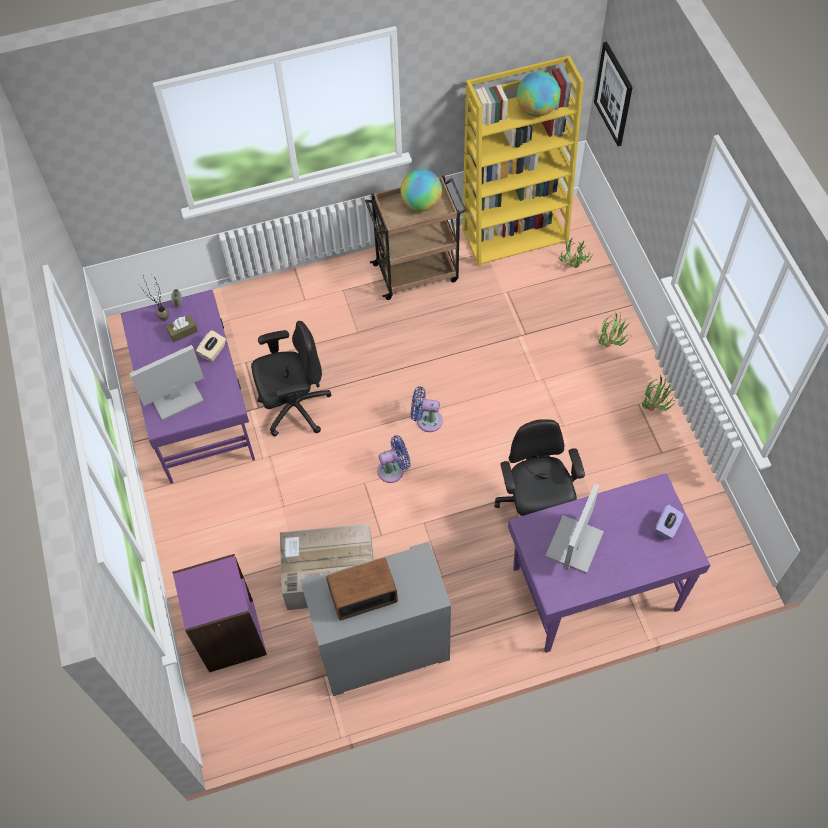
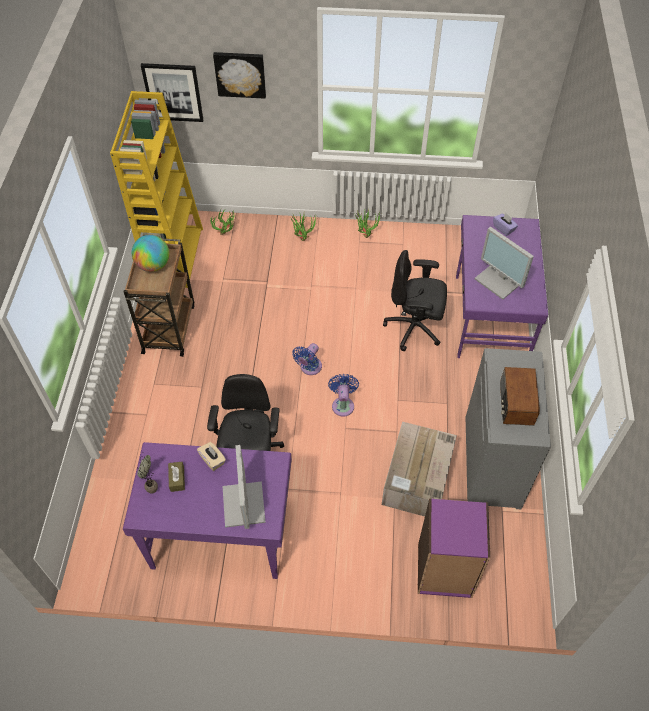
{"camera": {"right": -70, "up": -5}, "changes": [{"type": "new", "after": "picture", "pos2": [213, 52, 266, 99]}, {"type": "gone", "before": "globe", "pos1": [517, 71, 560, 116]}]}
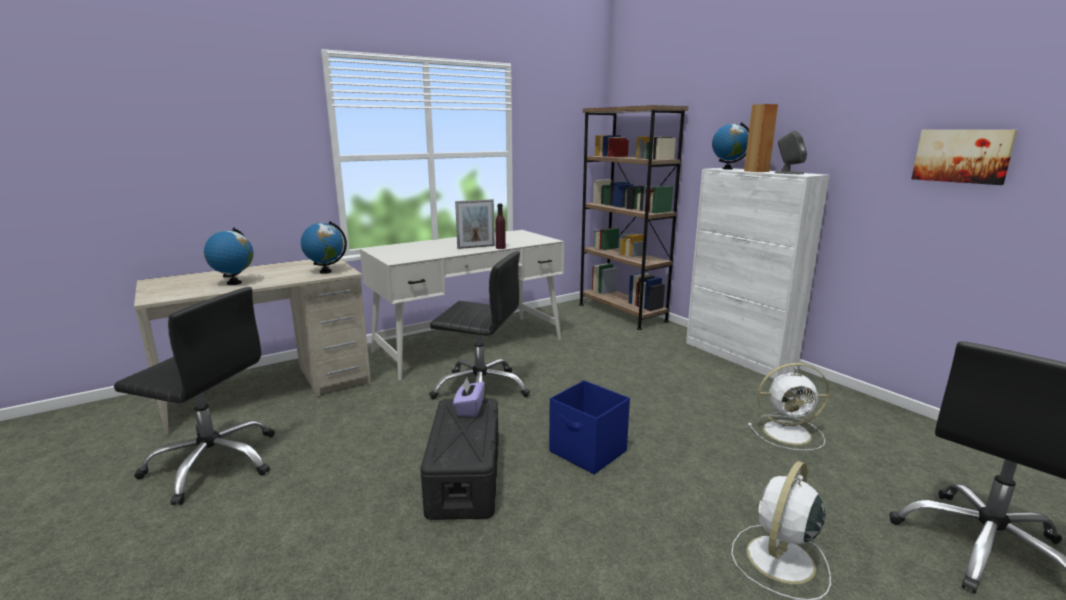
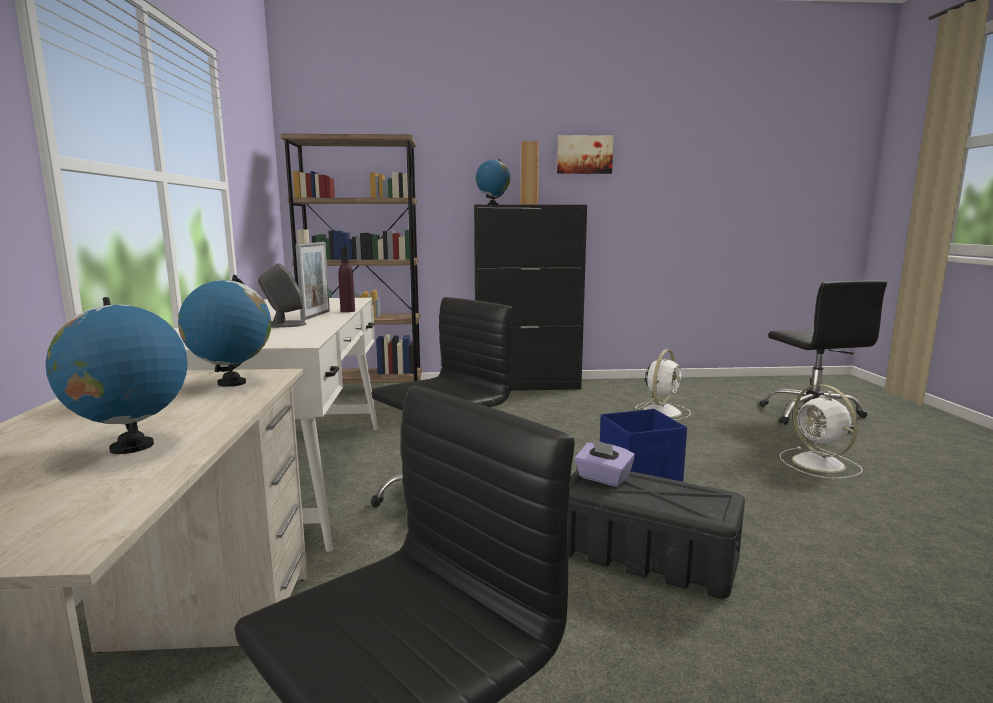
{"camera": {"right": -60, "up": -5}, "changes": [{"type": "shifted", "before": "grey speaker", "pos1": [775, 130, 807, 174], "pos2": [258, 263, 307, 328]}, {"type": "repainted", "before": "white cabinet", "after": "black cabinet", "pos1": [686, 168, 830, 379], "pos2": [474, 205, 587, 391]}, {"type": "shifted", "before": "picture", "pos1": [911, 130, 1018, 185], "pos2": [557, 135, 614, 174]}]}
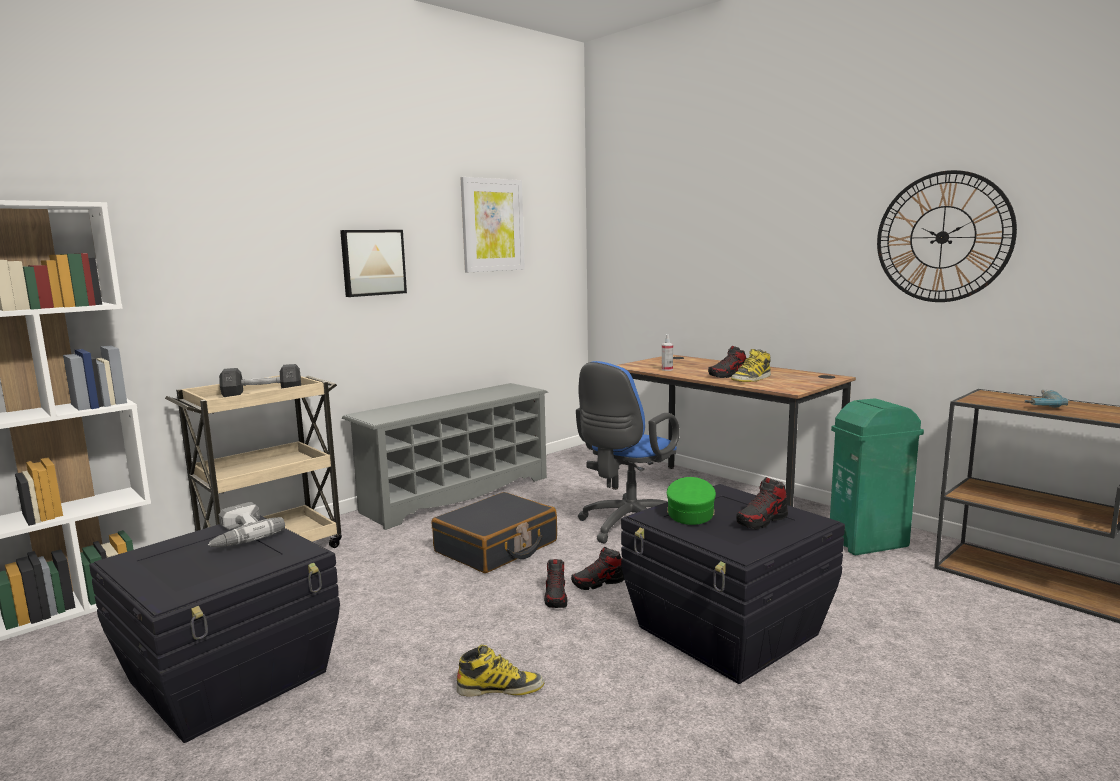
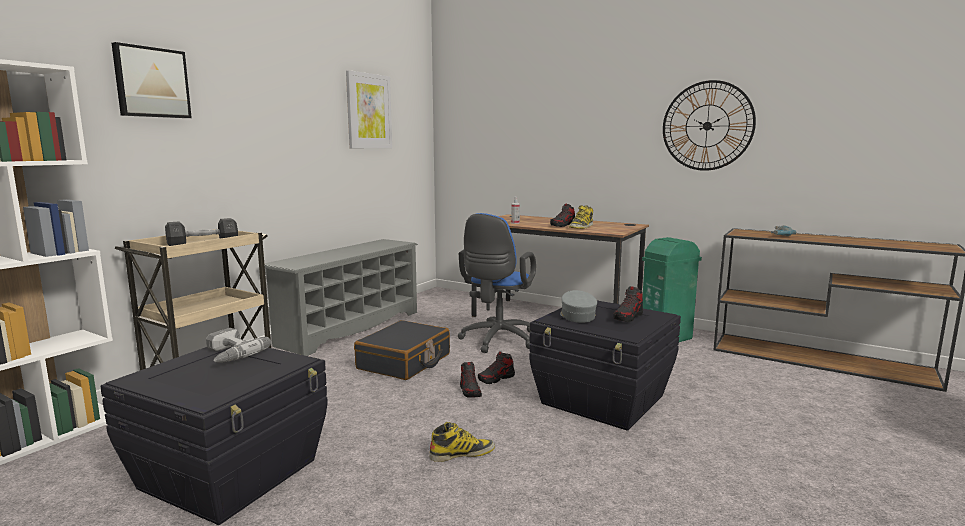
{"camera": {"right": -15, "up": 0}, "changes": [{"type": "shifted", "before": "picture", "pos1": [340, 230, 407, 297], "pos2": [112, 42, 192, 118]}, {"type": "repainted", "before": "green cap", "after": "grey cap", "pos1": [667, 477, 716, 525], "pos2": [560, 290, 597, 323]}]}
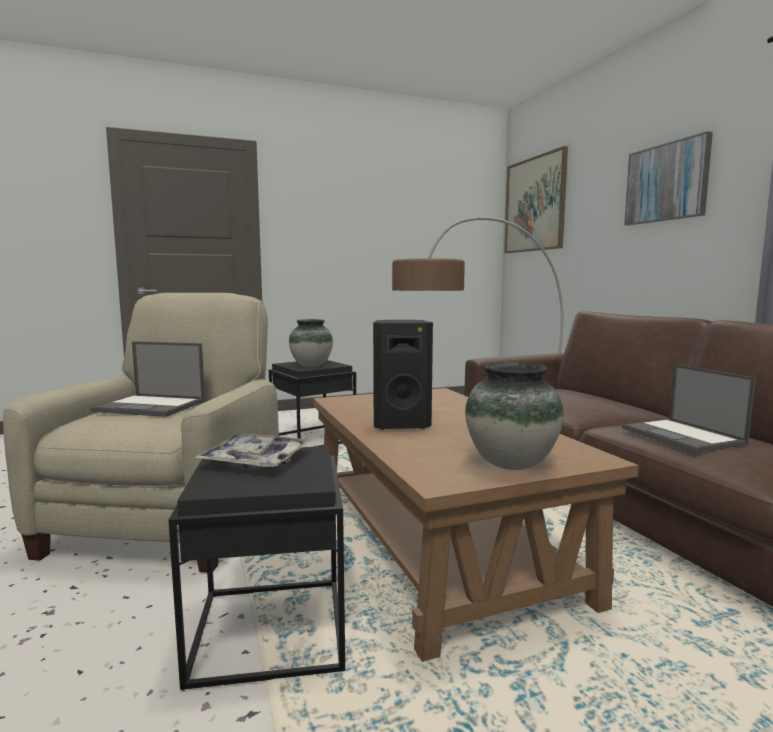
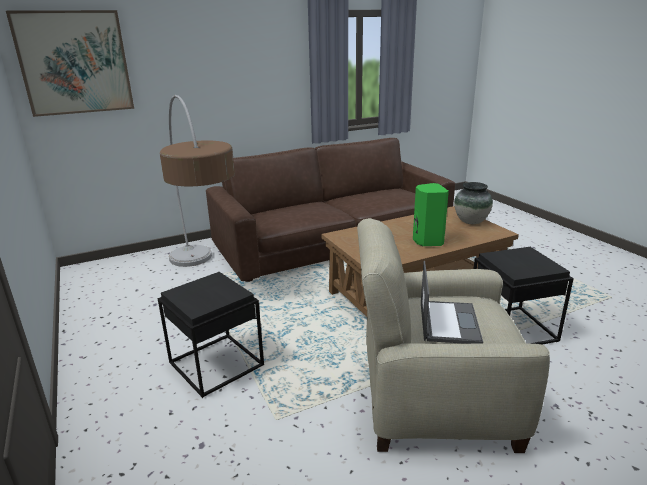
{"camera": {"right": -95, "up": 15}, "changes": [{"type": "repainted", "before": "black speaker", "after": "green speaker", "pos1": [373, 320, 433, 430], "pos2": [413, 183, 449, 246]}, {"type": "gone", "before": "tray", "pos1": [194, 434, 311, 467]}, {"type": "gone", "before": "vase", "pos1": [289, 319, 333, 367]}, {"type": "gone", "before": "laptop", "pos1": [622, 364, 756, 453]}, {"type": "gone", "before": "picture", "pos1": [624, 131, 713, 225]}]}
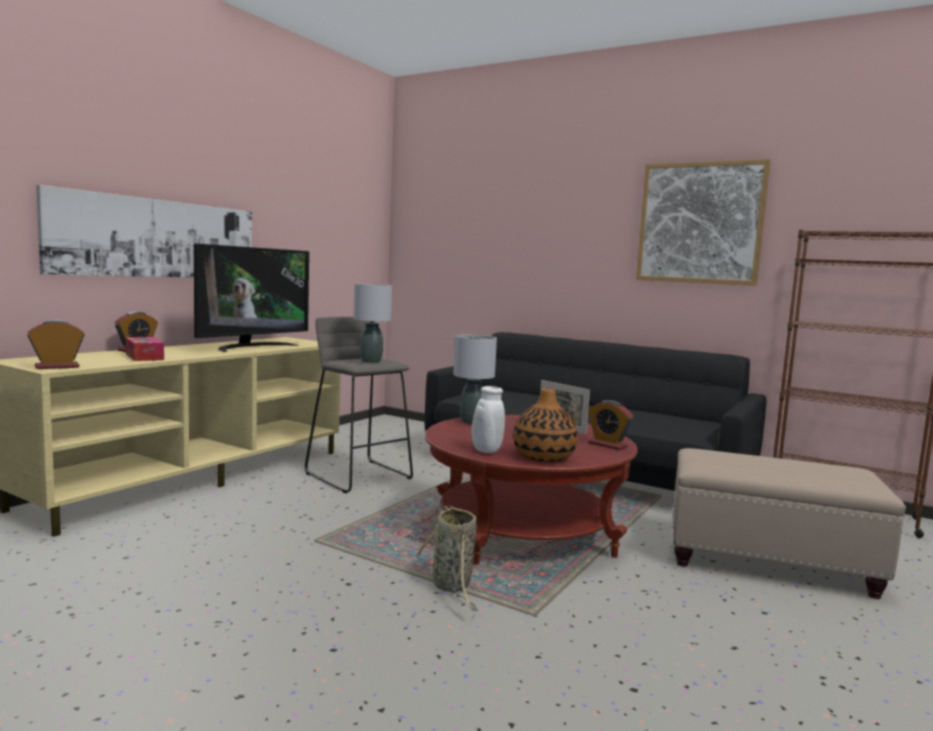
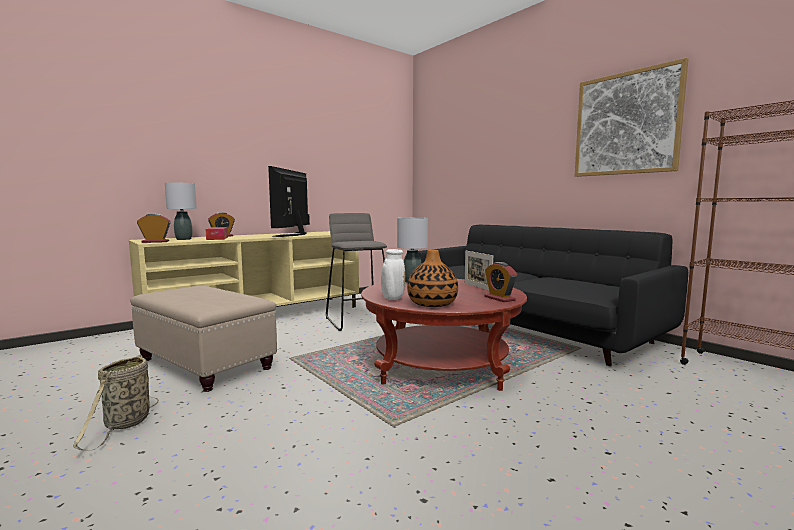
{"camera": {"right": 20, "up": 0}, "changes": [{"type": "shifted", "before": "basket", "pos1": [415, 505, 478, 611], "pos2": [73, 355, 159, 451]}, {"type": "shifted", "before": "beige ottoman", "pos1": [673, 448, 906, 599], "pos2": [130, 285, 277, 392]}, {"type": "shifted", "before": "grey table lamp", "pos1": [354, 284, 392, 363], "pos2": [165, 182, 197, 240]}, {"type": "rotated", "before": "television", "pos1": [194, 244, 309, 352], "pos2": [268, 166, 310, 237], "turn": 135}, {"type": "gone", "before": "picture", "pos1": [36, 185, 252, 278]}]}
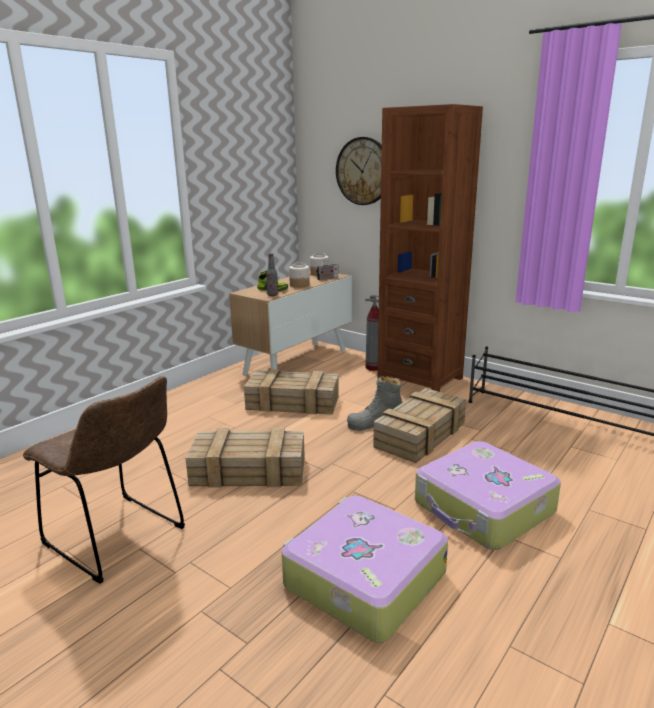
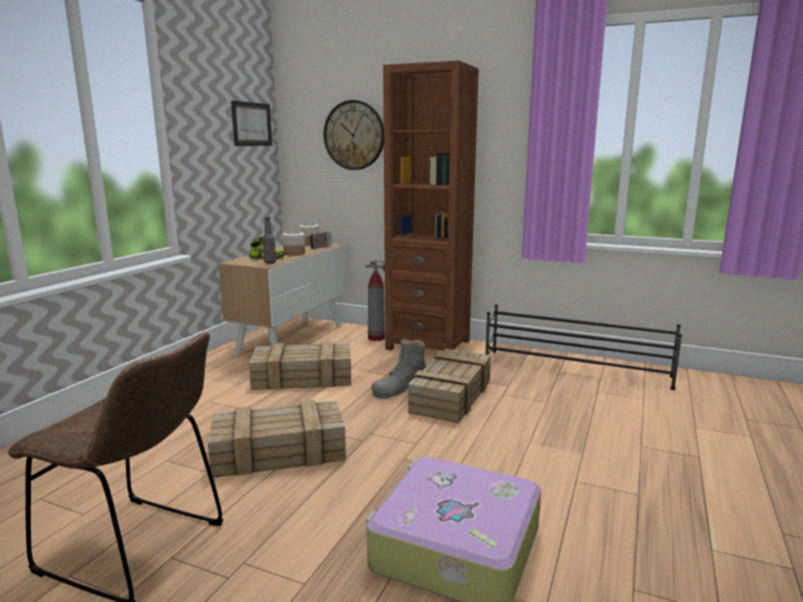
{"camera": {"right": -15, "up": -5}, "changes": [{"type": "new", "after": "picture", "pos2": [231, 101, 272, 146]}, {"type": "gone", "before": "suitcase", "pos1": [415, 441, 561, 550]}]}
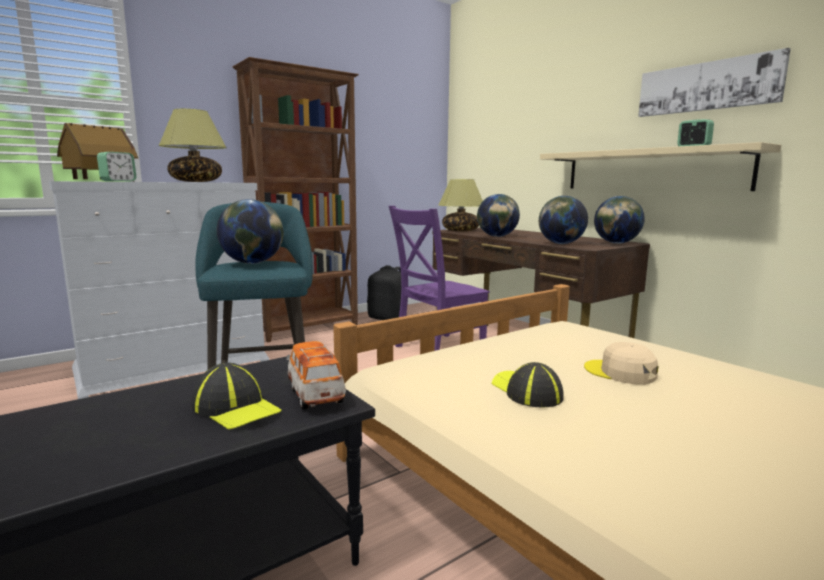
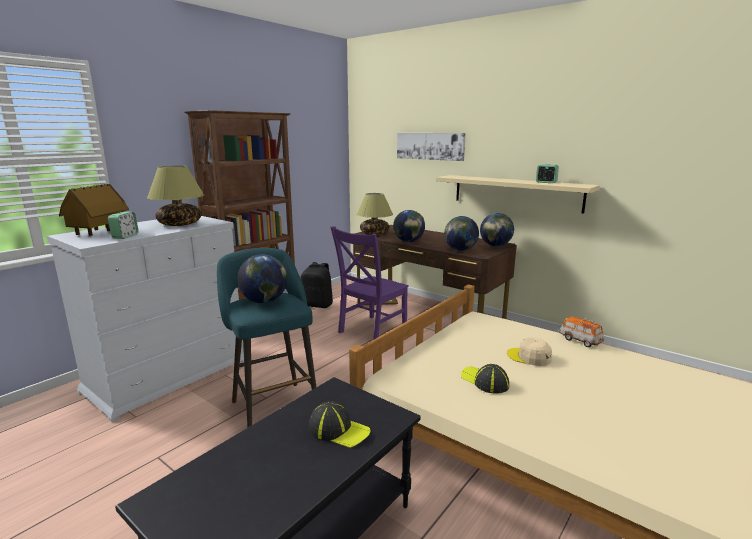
{"camera": {"right": -15, "up": 5}, "changes": [{"type": "shifted", "before": "picture", "pos1": [638, 48, 791, 117], "pos2": [397, 133, 466, 161]}, {"type": "shifted", "before": "toy car", "pos1": [286, 341, 346, 410], "pos2": [559, 317, 604, 347]}]}
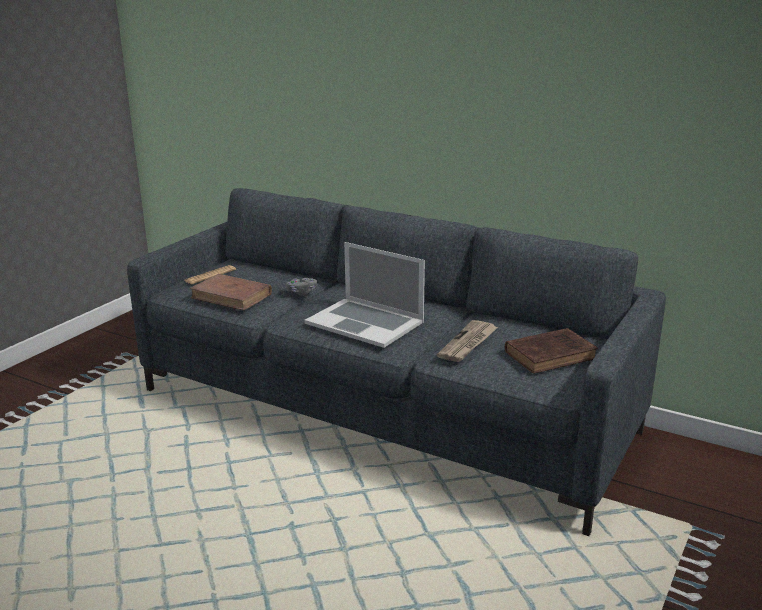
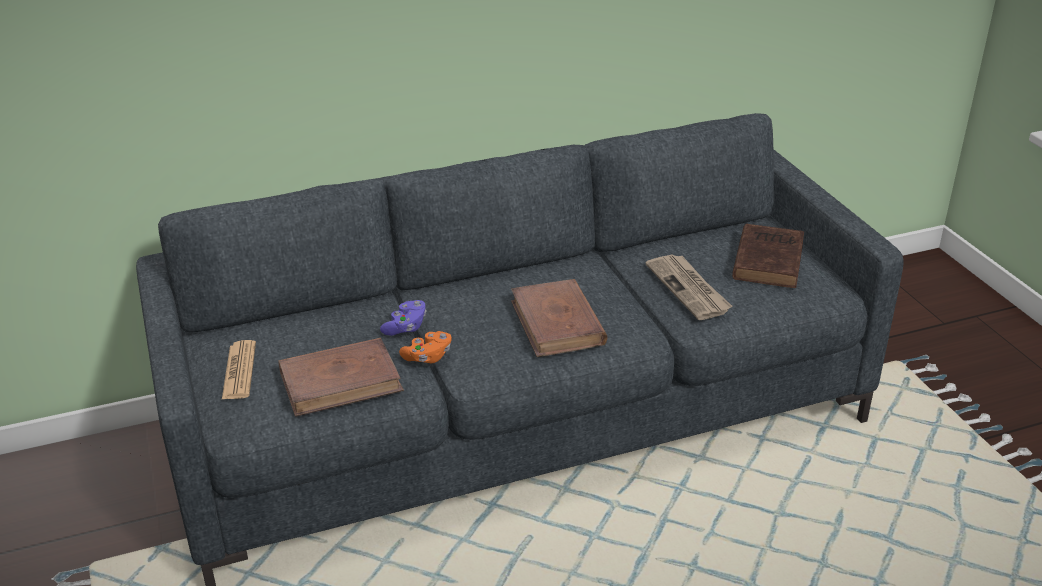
{"camera": {"right": -50, "up": 10}, "changes": [{"type": "repainted", "before": "grey game controller", "after": "purple game controller", "pos1": [285, 278, 317, 296], "pos2": [380, 300, 427, 336]}, {"type": "new", "after": "orange game controller", "pos2": [399, 331, 452, 363]}, {"type": "swapped", "before": "laptop", "after": "brown book", "pos1": [304, 242, 425, 348], "pos2": [511, 279, 608, 357]}]}
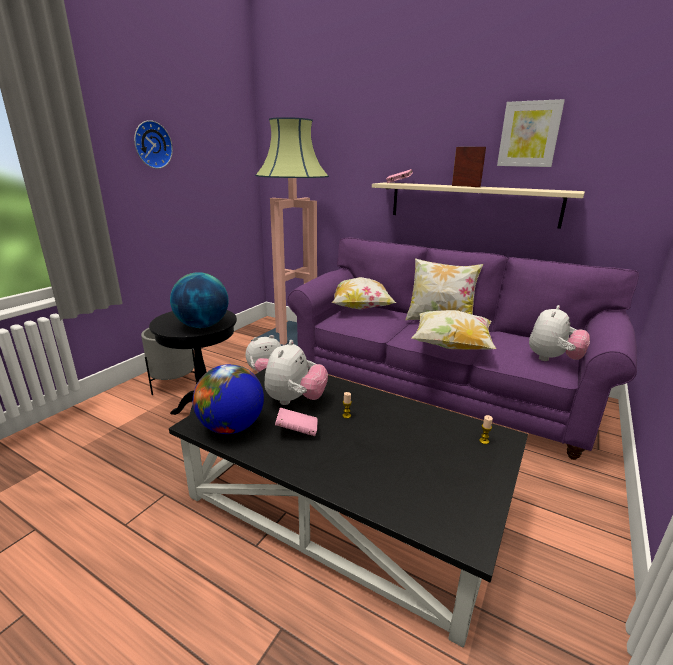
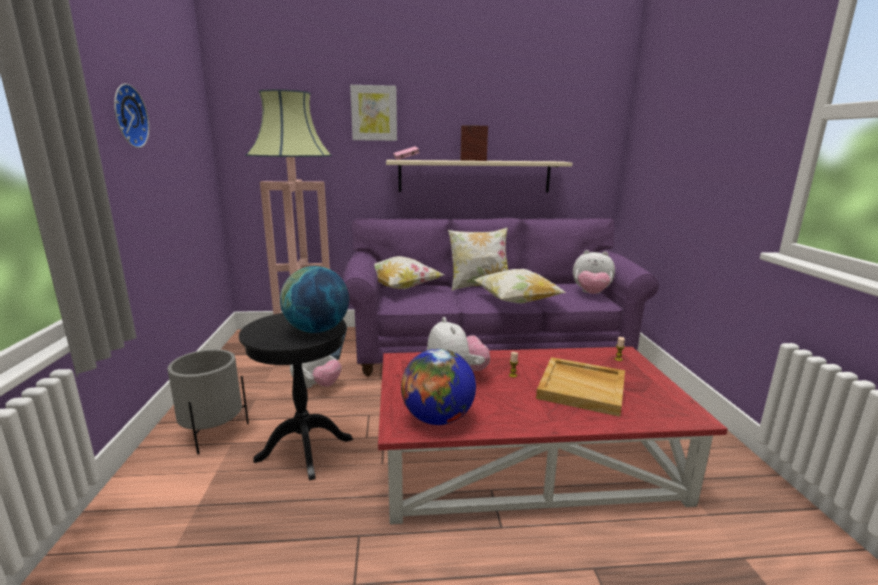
{"camera": {"right": -35, "up": -5}, "changes": [{"type": "shifted", "before": "picture", "pos1": [497, 99, 565, 167], "pos2": [350, 85, 397, 141]}, {"type": "repainted", "before": "black coffee table", "after": "red coffee table", "pos1": [169, 367, 528, 648], "pos2": [378, 347, 728, 524]}, {"type": "new", "after": "beige tray", "pos2": [536, 357, 625, 417]}, {"type": "rotated", "before": "plush toy", "pos1": [529, 305, 590, 361], "pos2": [573, 250, 615, 294], "turn": 105}, {"type": "gone", "before": "pink book", "pos1": [275, 407, 318, 436]}]}
